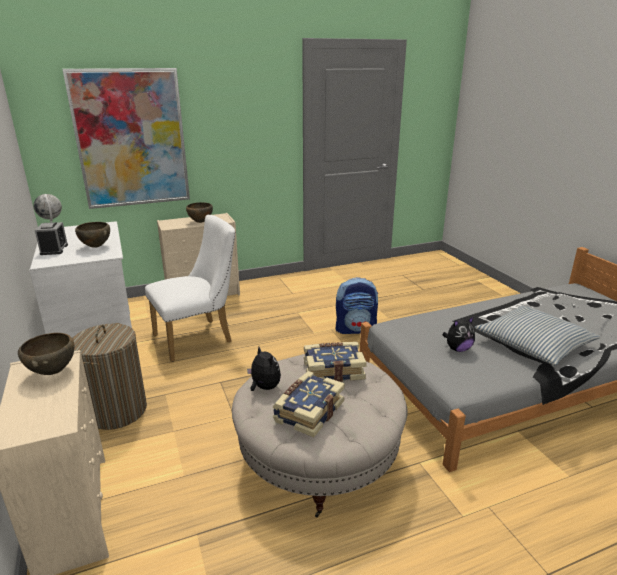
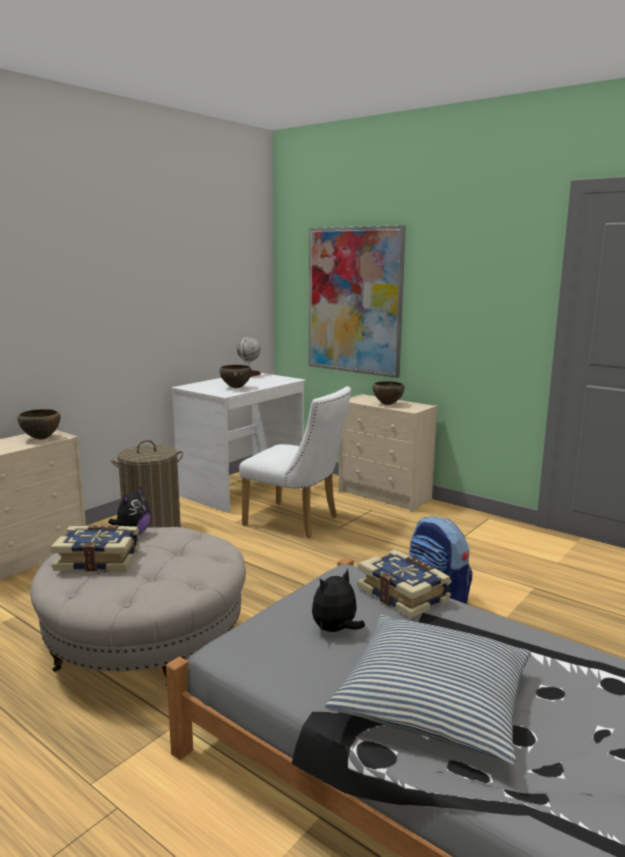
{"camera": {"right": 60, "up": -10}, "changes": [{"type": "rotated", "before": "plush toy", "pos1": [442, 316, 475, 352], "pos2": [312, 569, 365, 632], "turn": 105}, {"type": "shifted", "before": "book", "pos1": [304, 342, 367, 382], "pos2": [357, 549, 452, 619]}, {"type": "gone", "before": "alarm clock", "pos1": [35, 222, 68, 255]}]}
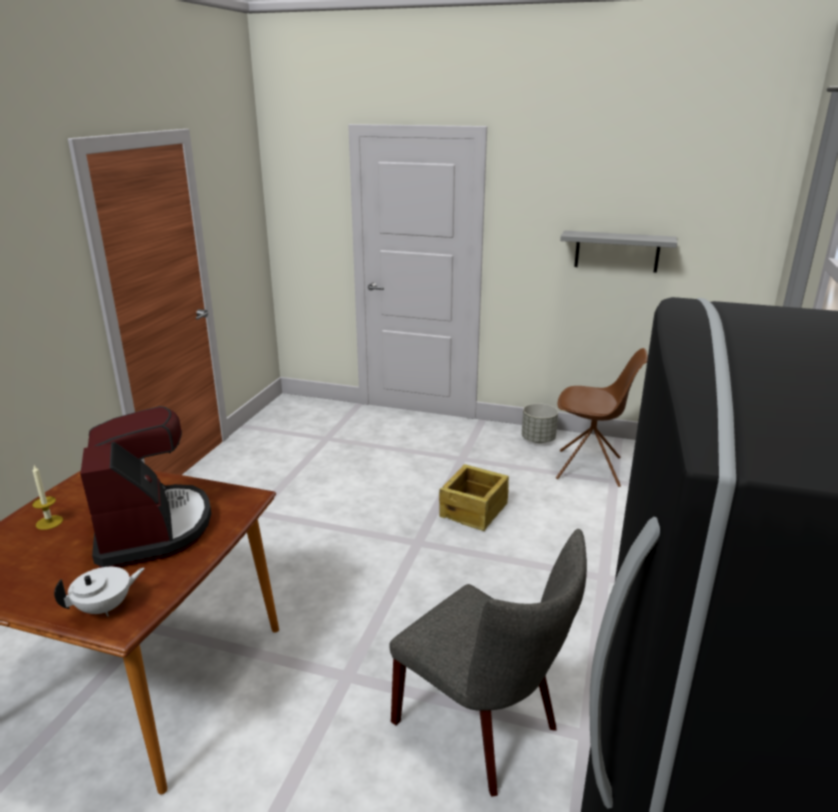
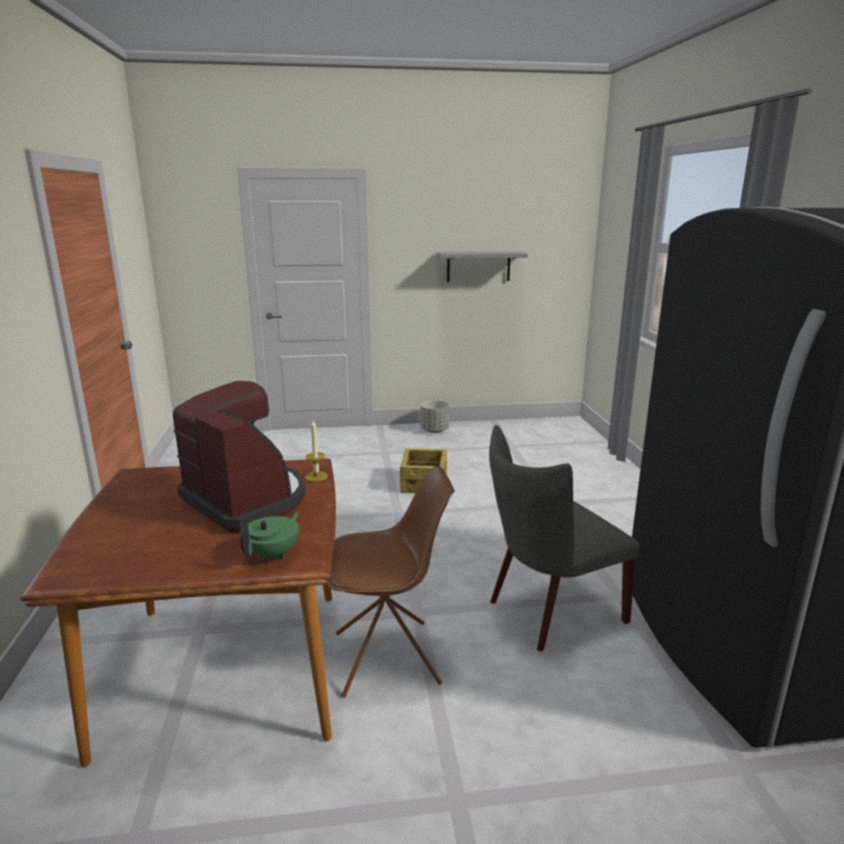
{"camera": {"right": -25, "up": -5}, "changes": [{"type": "repainted", "before": "white teapot", "after": "green teapot", "pos1": [54, 567, 145, 617], "pos2": [240, 511, 299, 561]}, {"type": "shifted", "before": "candle", "pos1": [32, 465, 63, 530], "pos2": [305, 420, 328, 482]}, {"type": "shifted", "before": "brown chair", "pos1": [556, 348, 648, 487], "pos2": [327, 466, 455, 698]}, {"type": "rotated", "before": "grey chair", "pos1": [389, 529, 587, 797], "pos2": [489, 425, 640, 651], "turn": 135}]}
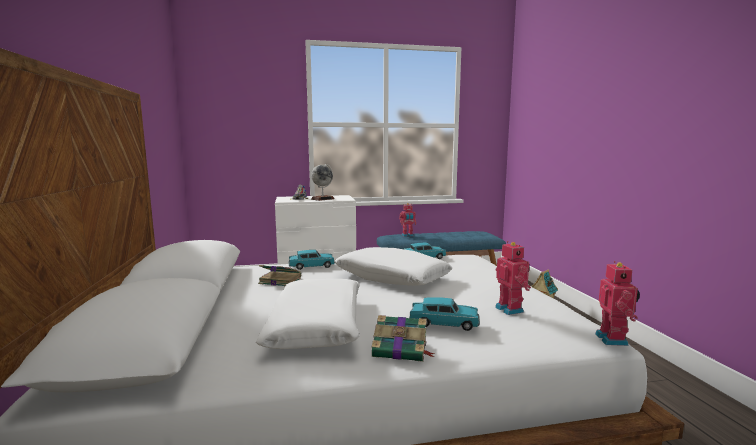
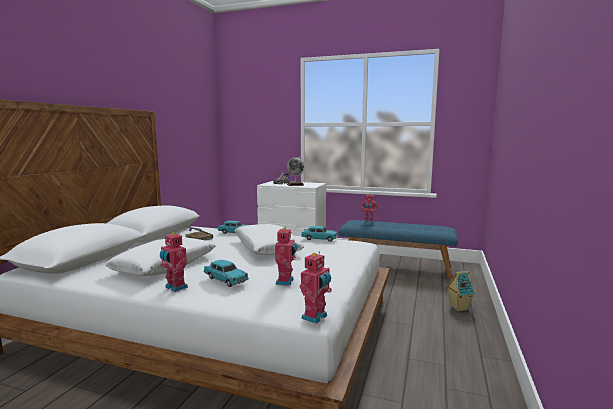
{"camera": {"right": 30, "up": 0}, "changes": [{"type": "swapped", "before": "book", "after": "toy robot", "pos1": [372, 315, 435, 362], "pos2": [160, 232, 188, 292]}]}
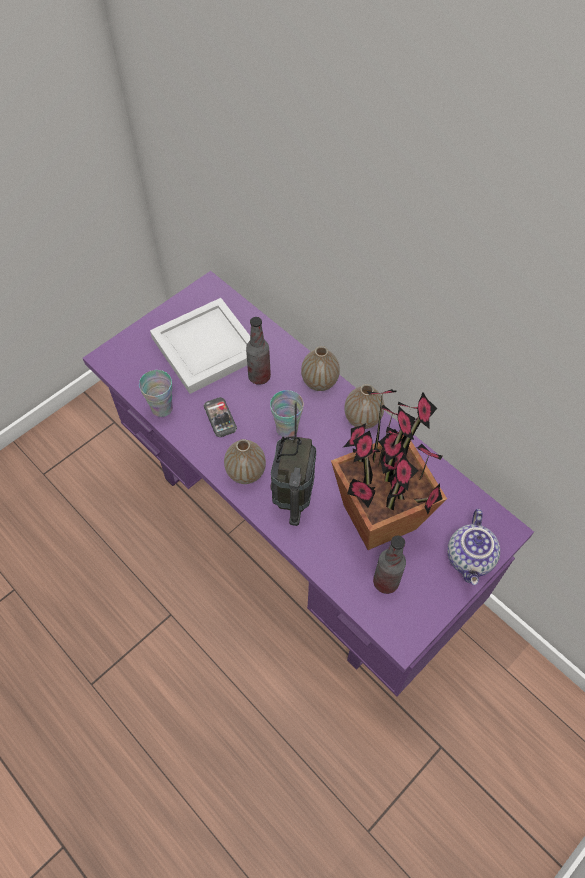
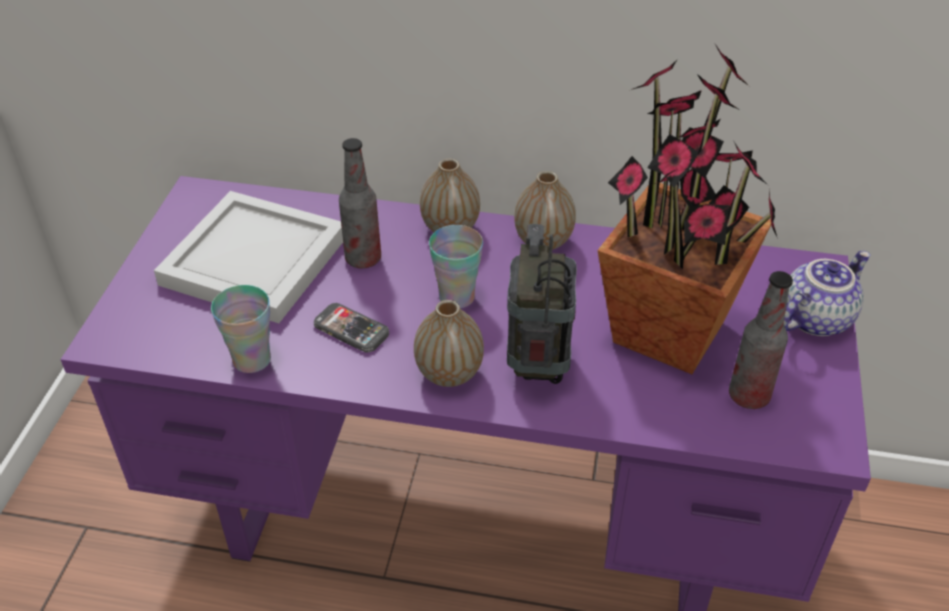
{"camera": {"right": -35, "up": -15}, "changes": [{"type": "rotated", "before": "radio", "pos1": [270, 402, 316, 526], "pos2": [507, 224, 577, 384], "turn": -150}, {"type": "rotated", "before": "teapot", "pos1": [447, 509, 500, 585], "pos2": [784, 251, 870, 336], "turn": -105}]}
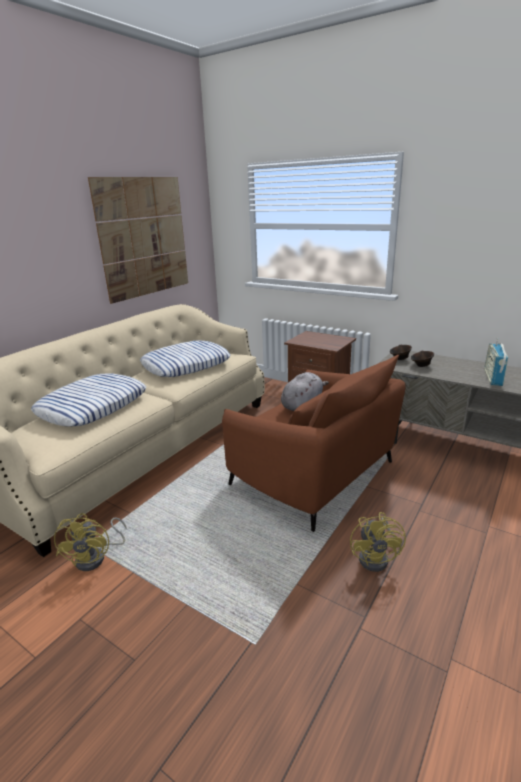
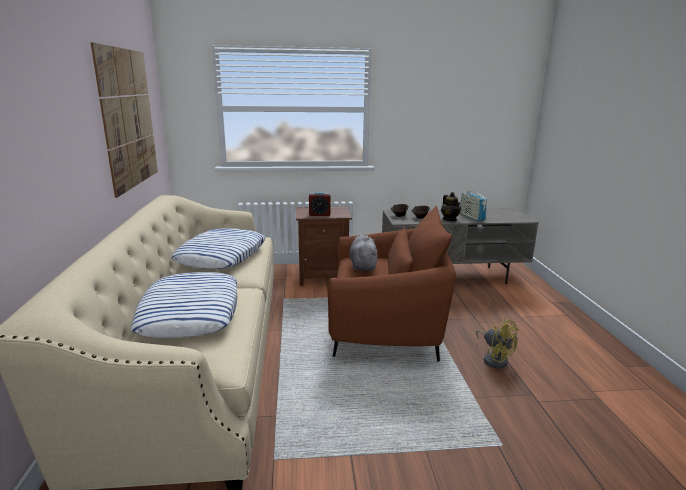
{"camera": {"right": -40, "up": -5}, "changes": [{"type": "new", "after": "alarm clock", "pos2": [309, 192, 330, 216]}, {"type": "new", "after": "teapot", "pos2": [441, 192, 461, 221]}, {"type": "gone", "before": "yellow fan", "pos1": [54, 513, 127, 571]}]}
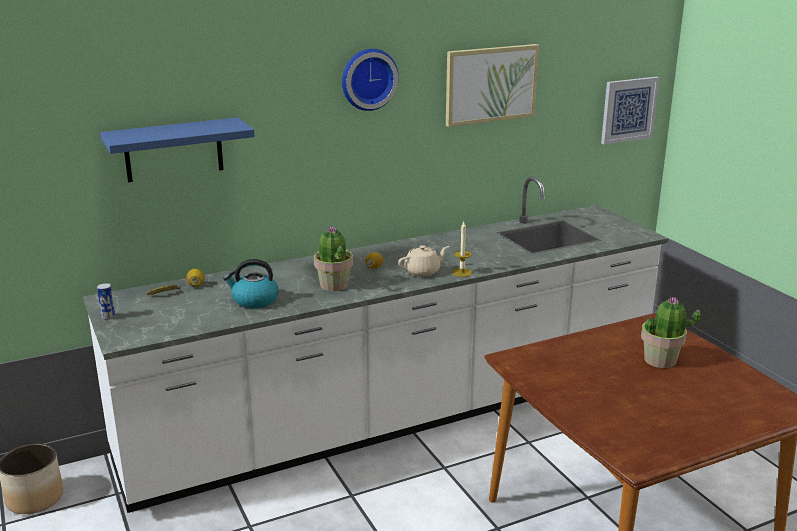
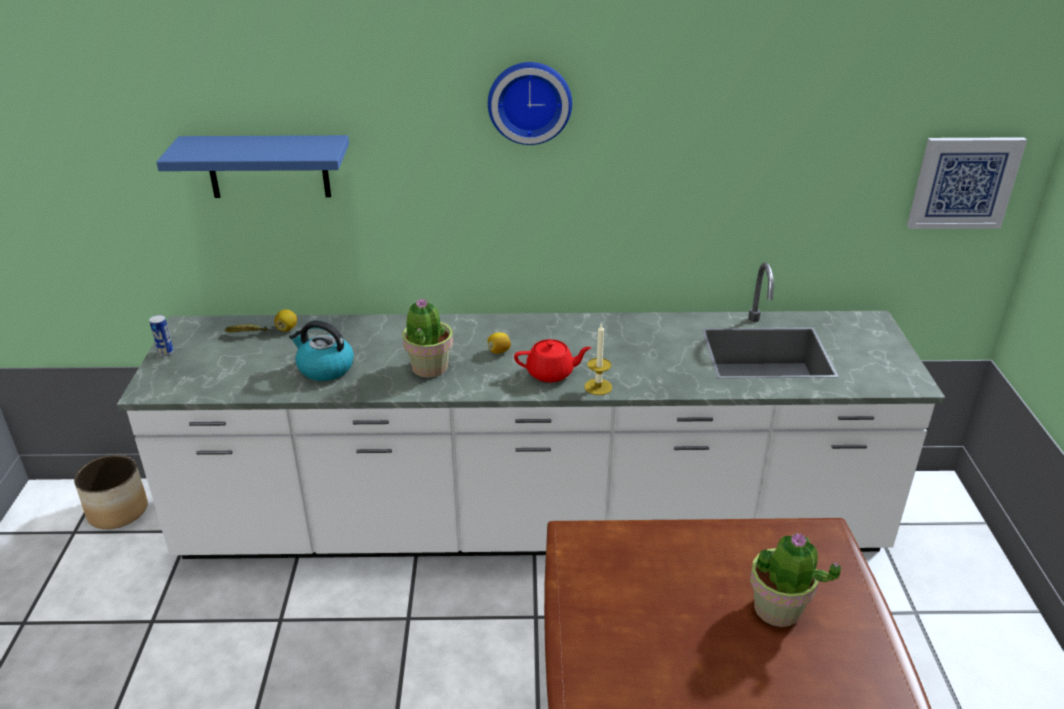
{"camera": {"right": 25, "up": 10}, "changes": [{"type": "repainted", "before": "beige teapot", "after": "red teapot", "pos1": [398, 245, 449, 277], "pos2": [514, 339, 591, 382]}, {"type": "gone", "before": "picture", "pos1": [446, 44, 539, 127]}]}
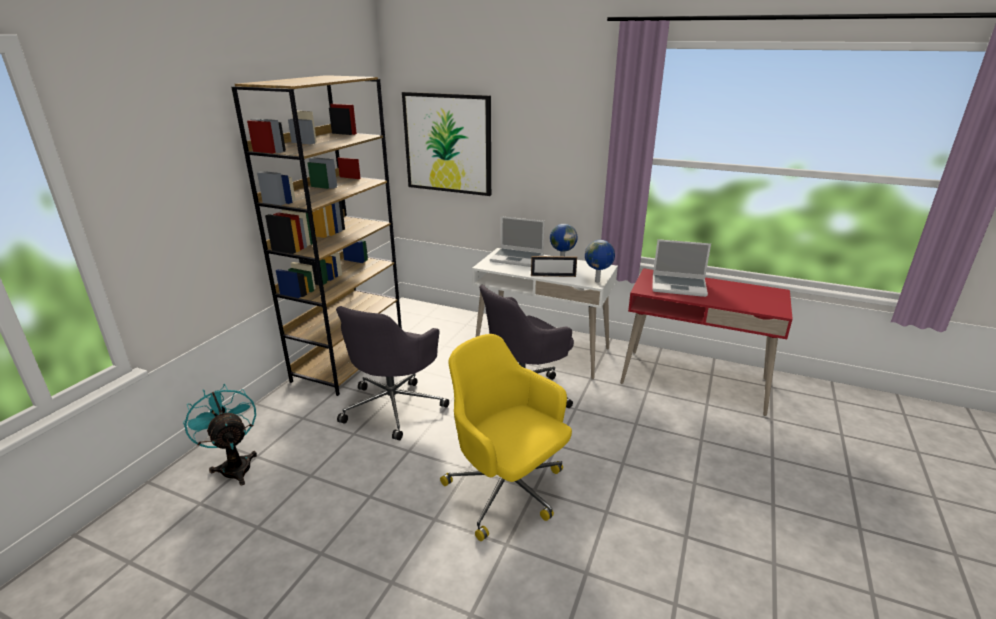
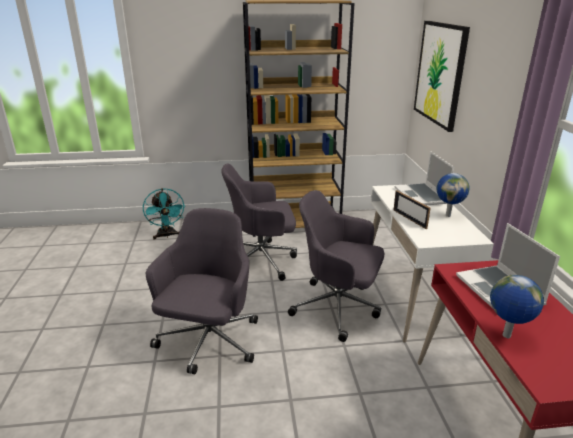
{"camera": {"right": 60, "up": 0}, "changes": [{"type": "rotated", "before": "turquoise fan", "pos1": [183, 384, 257, 486], "pos2": [143, 188, 185, 240], "turn": 135}, {"type": "repainted", "before": "yellow office chair", "after": "grey office chair", "pos1": [440, 334, 572, 541], "pos2": [146, 208, 258, 374]}, {"type": "shifted", "before": "globe", "pos1": [585, 240, 615, 282], "pos2": [490, 275, 544, 338]}]}
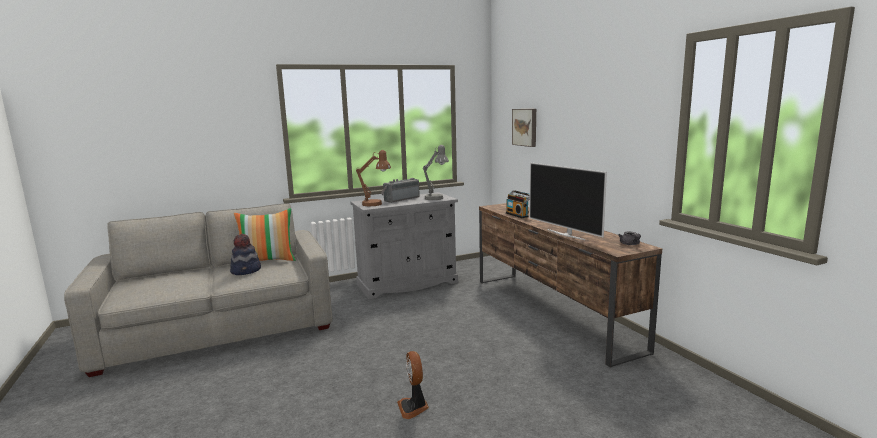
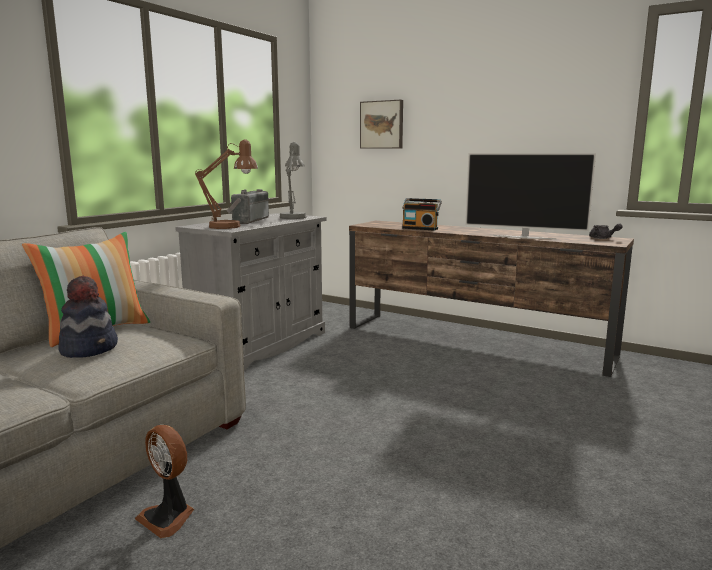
{"camera": {"right": -35, "up": 0}, "changes": [{"type": "shifted", "before": "fan", "pos1": [397, 351, 429, 419], "pos2": [135, 425, 194, 538]}]}
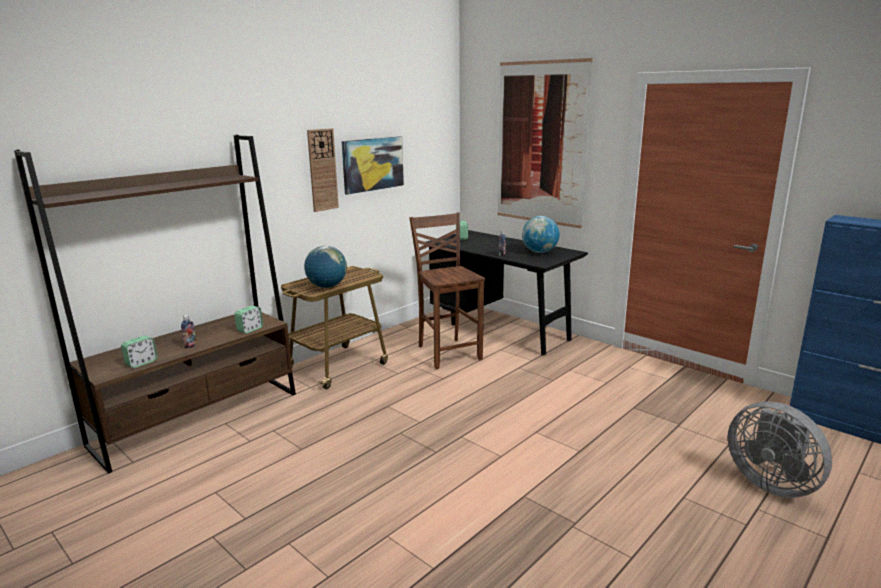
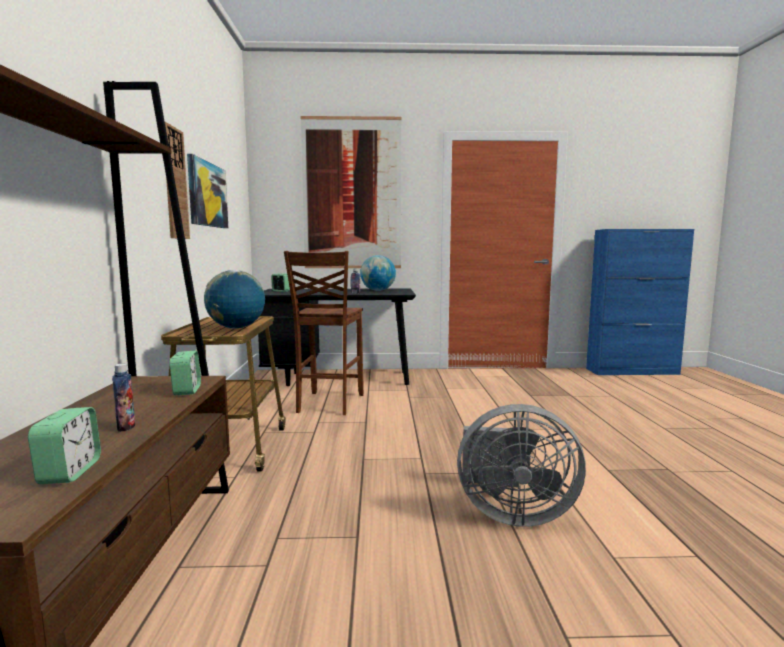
{"camera": {"right": -45, "up": -10}, "changes": [{"type": "rotated", "before": "brown chair", "pos1": [409, 213, 485, 369], "pos2": [284, 251, 364, 415], "turn": -105}, {"type": "shifted", "before": "grey fan", "pos1": [728, 401, 832, 498], "pos2": [457, 404, 586, 527]}]}
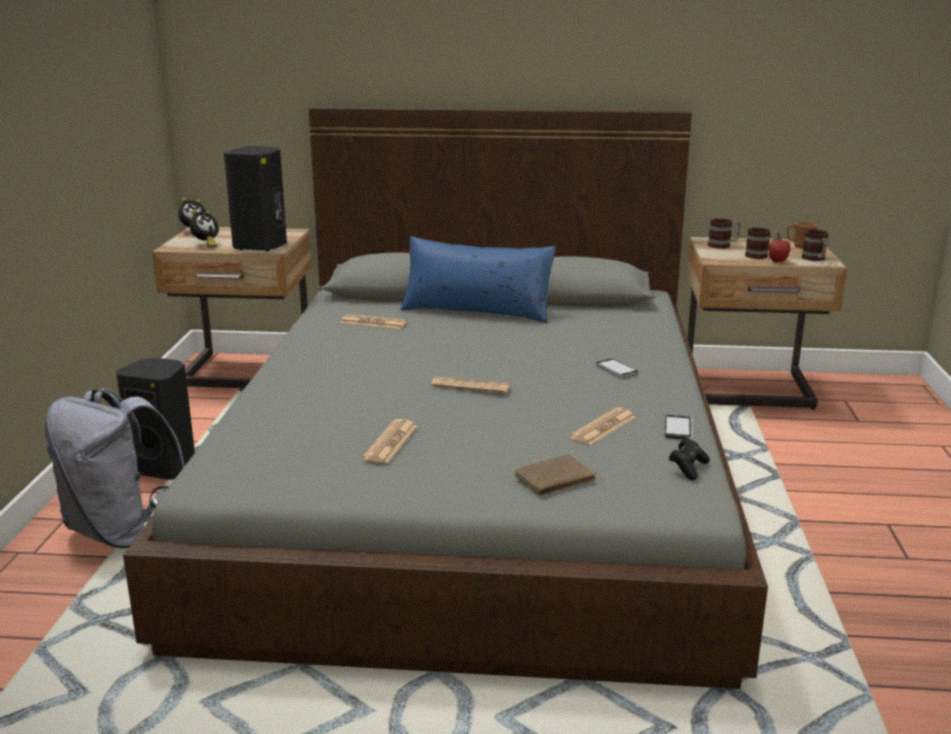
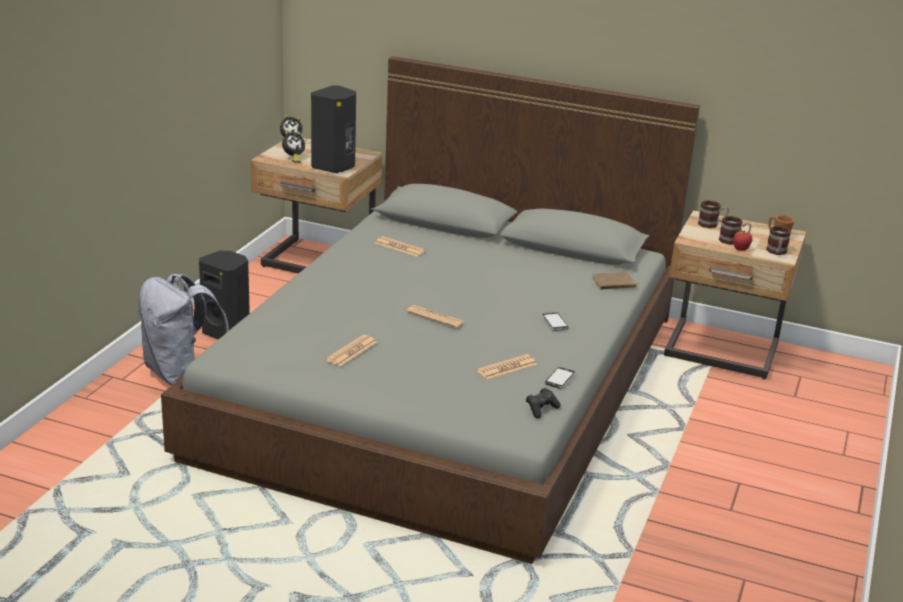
{"camera": {"right": 15, "up": 5}, "changes": [{"type": "shifted", "before": "brown book", "pos1": [515, 454, 604, 496], "pos2": [592, 272, 640, 290]}, {"type": "gone", "before": "blue pillow", "pos1": [400, 236, 556, 323]}]}
